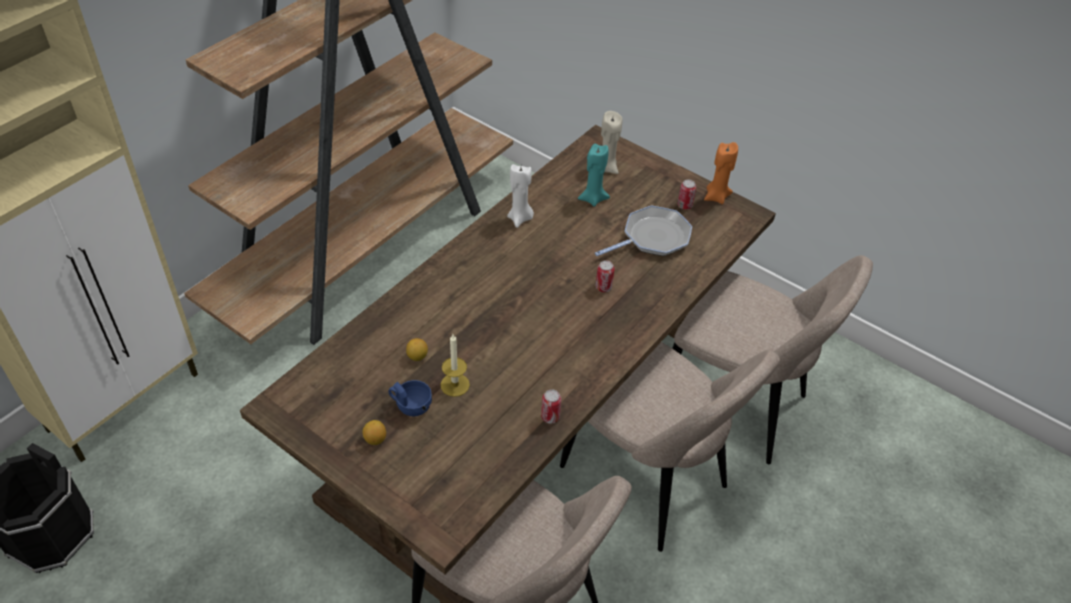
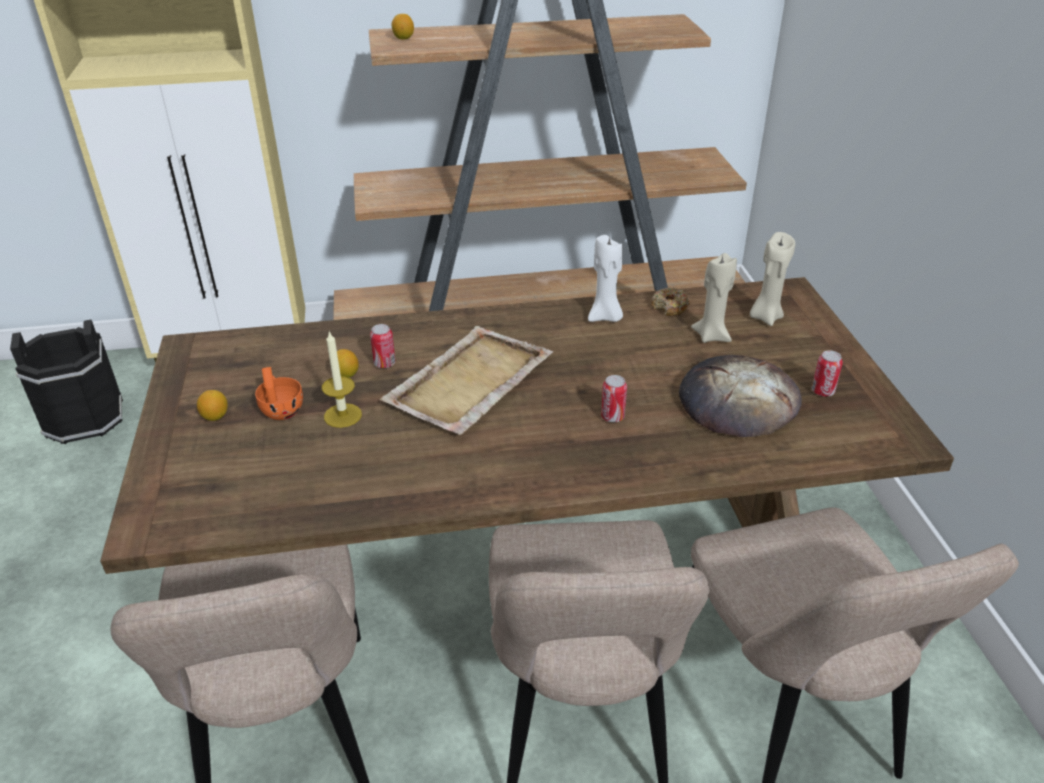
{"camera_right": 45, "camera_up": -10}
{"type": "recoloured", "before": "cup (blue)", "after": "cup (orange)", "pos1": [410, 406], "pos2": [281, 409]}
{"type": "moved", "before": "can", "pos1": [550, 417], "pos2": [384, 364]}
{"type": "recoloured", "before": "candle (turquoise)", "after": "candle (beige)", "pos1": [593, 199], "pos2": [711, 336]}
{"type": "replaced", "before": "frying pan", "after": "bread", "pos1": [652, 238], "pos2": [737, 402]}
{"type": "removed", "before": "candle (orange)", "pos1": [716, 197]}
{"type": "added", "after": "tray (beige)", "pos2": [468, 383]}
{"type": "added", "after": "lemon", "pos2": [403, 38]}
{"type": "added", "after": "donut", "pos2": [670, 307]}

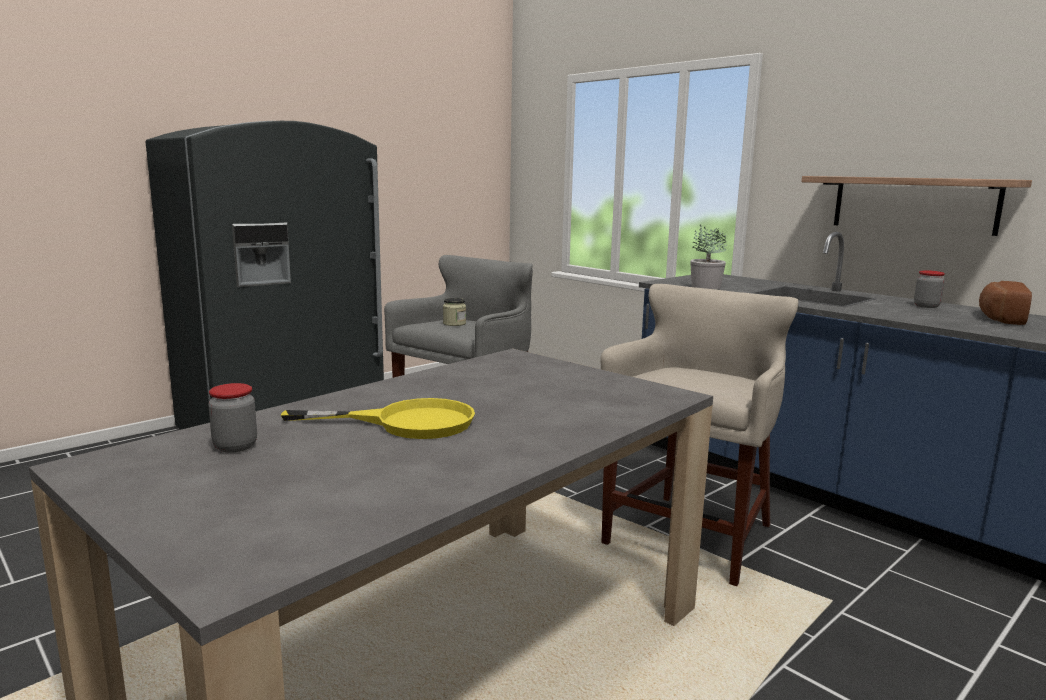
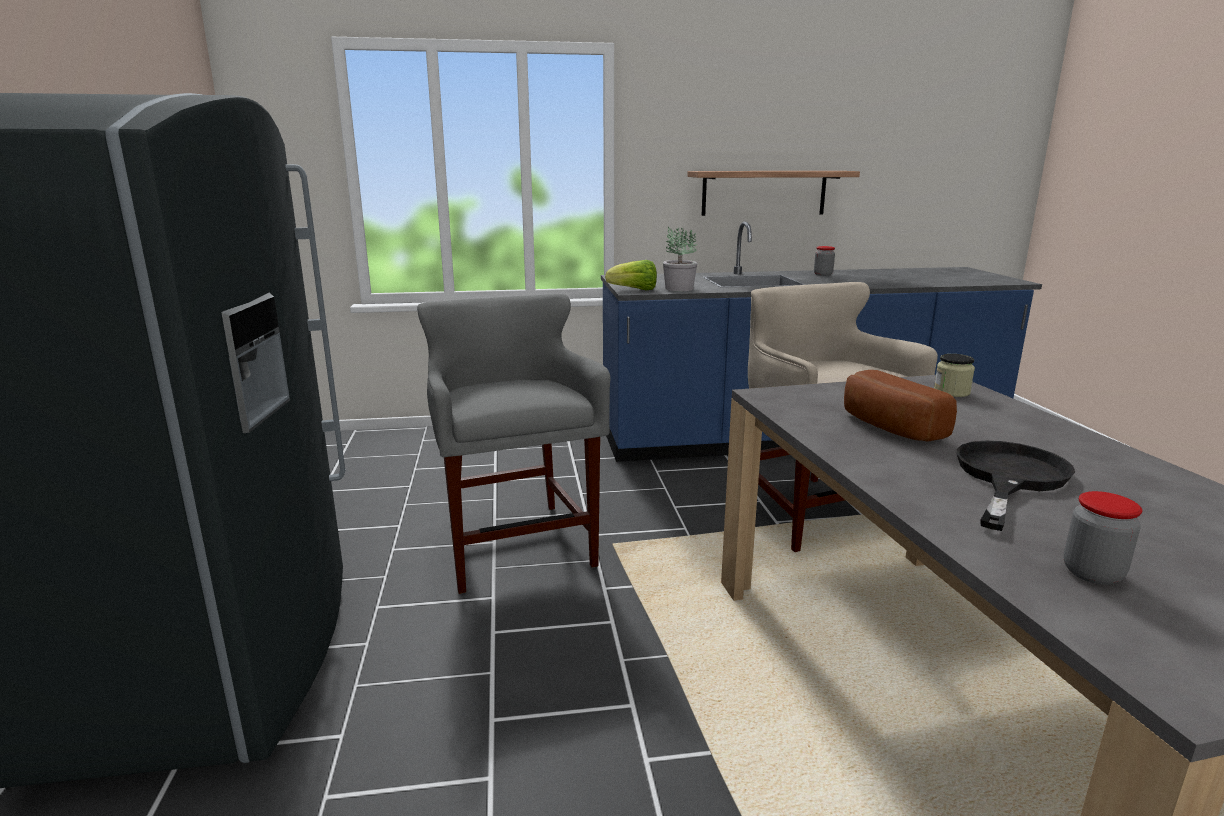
{"camera_right": -55, "camera_up": 5}
{"type": "recoloured", "before": "frying pan (yellow)", "after": "frying pan (black)", "pos1": [406, 422], "pos2": [1008, 478]}
{"type": "moved", "before": "jar", "pos1": [454, 323], "pos2": [951, 392]}
{"type": "moved", "before": "bread", "pos1": [999, 318], "pos2": [887, 427]}
{"type": "added", "after": "lettuce", "pos2": [634, 290]}

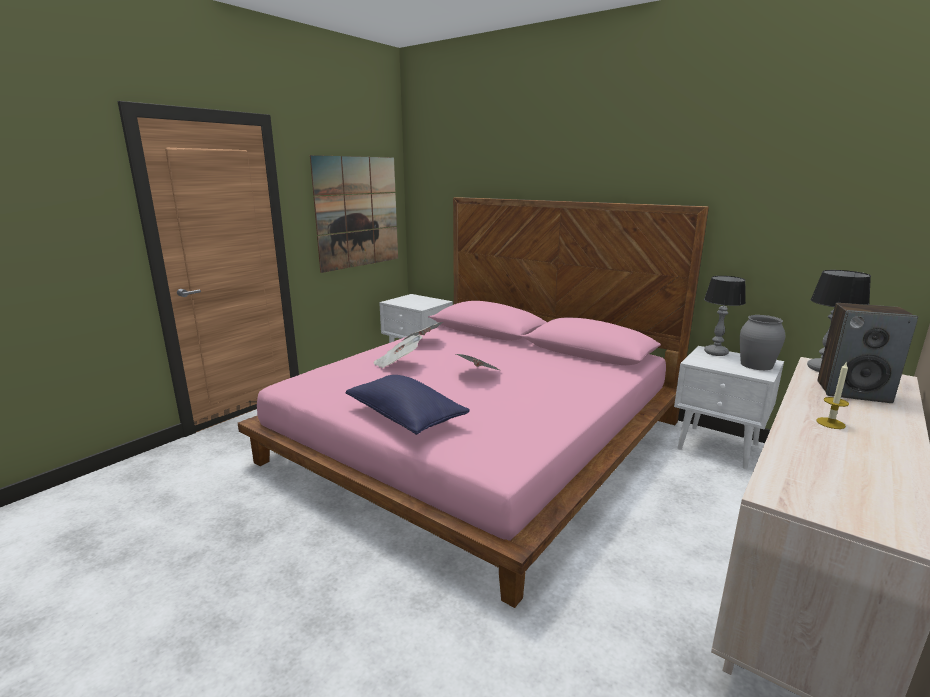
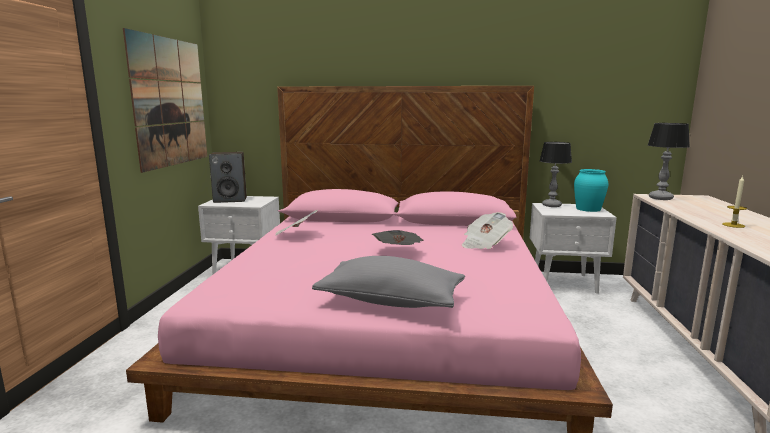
{"camera_right": -30, "camera_up": -5}
{"type": "recoloured", "before": "pillow (blue)", "after": "pillow (grey)", "pos1": [405, 417], "pos2": [390, 301]}
{"type": "moved", "before": "newspaper", "pos1": [397, 364], "pos2": [484, 244]}
{"type": "recoloured", "before": "vase (grey)", "after": "vase (turquoise)", "pos1": [756, 365], "pos2": [588, 209]}
{"type": "moved", "before": "speaker", "pos1": [853, 392], "pos2": [230, 200]}

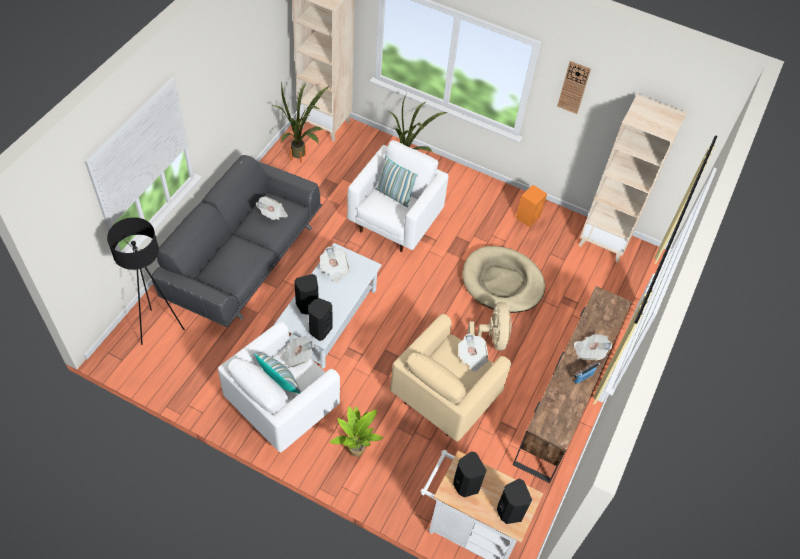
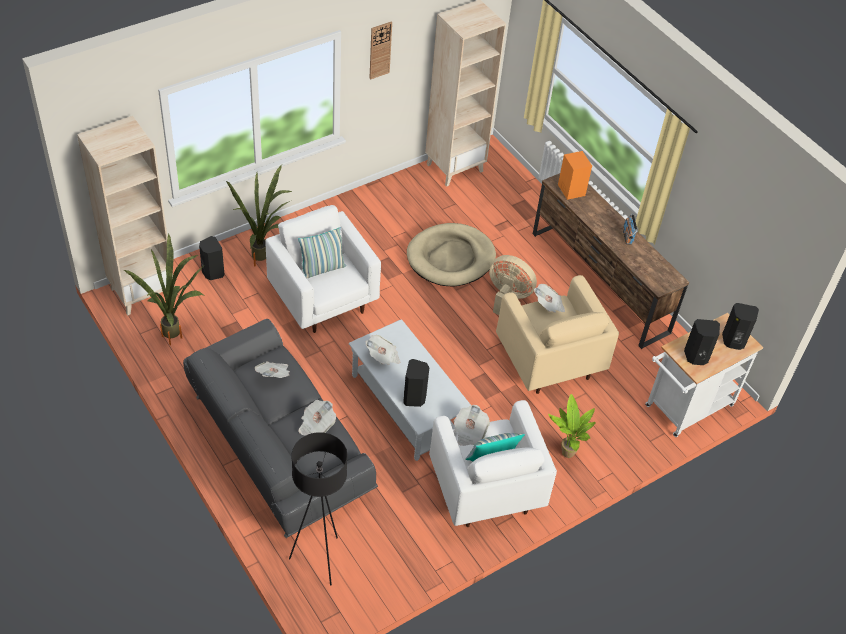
{"camera_right": -60, "camera_up": -5}
{"type": "moved", "before": "speaker (black)", "pos1": [320, 330], "pos2": [212, 273]}
{"type": "moved", "before": "speaker (orange)", "pos1": [528, 216], "pos2": [571, 189]}
{"type": "moved", "before": "newspaper", "pos1": [589, 351], "pos2": [316, 425]}

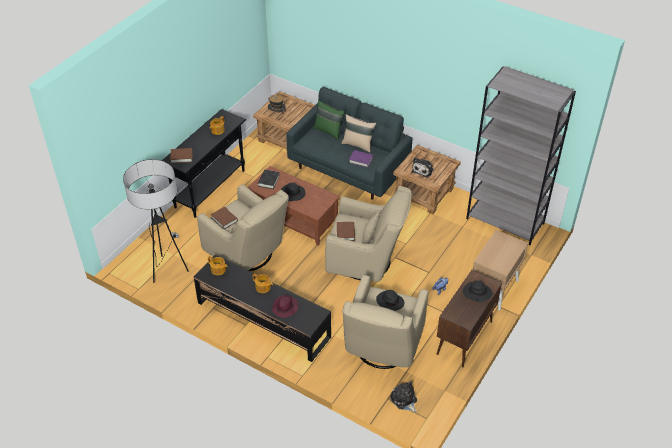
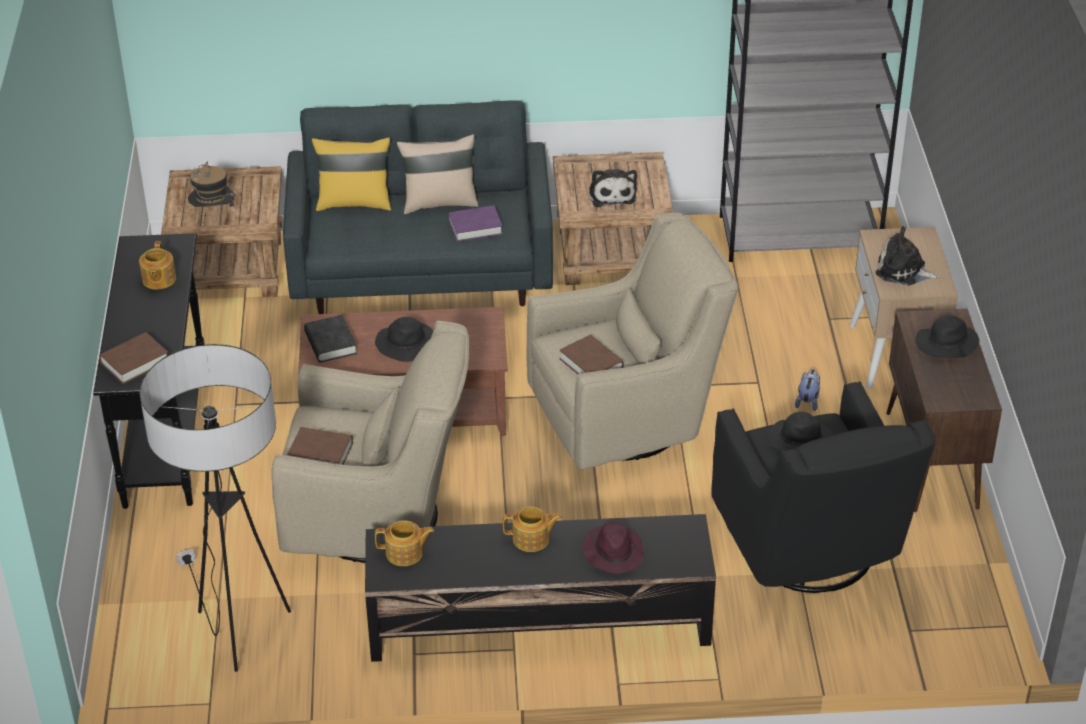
{"camera_right": -35, "camera_up": -5}
{"type": "recoloured", "before": "pillow (green)", "after": "pillow (yellow)", "pos1": [328, 131], "pos2": [354, 202]}
{"type": "recoloured", "before": "armchair (beige)", "after": "armchair (black)", "pos1": [382, 348], "pos2": [811, 551]}
{"type": "moved", "before": "plush toy", "pos1": [404, 400], "pos2": [903, 271]}

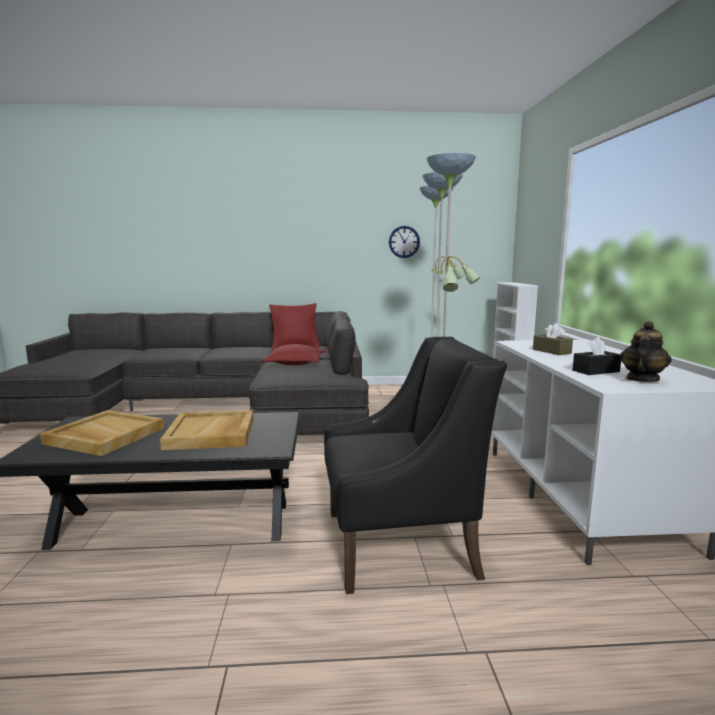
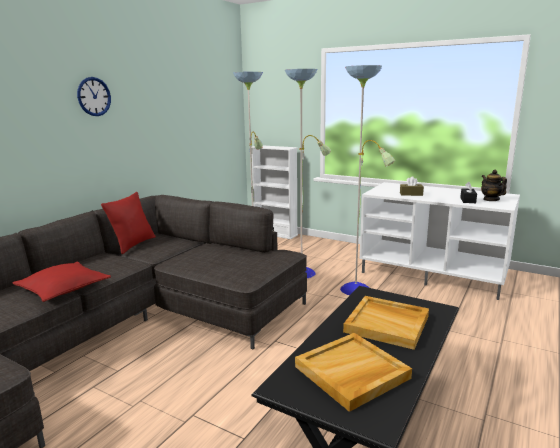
{"camera_right": -55, "camera_up": 5}
{"type": "moved", "before": "pillow (red)", "pos1": [295, 363], "pos2": [64, 289]}
{"type": "removed", "before": "armchair (black)", "pos1": [401, 543]}
{"type": "moved", "before": "wall clock", "pos1": [404, 242], "pos2": [94, 96]}

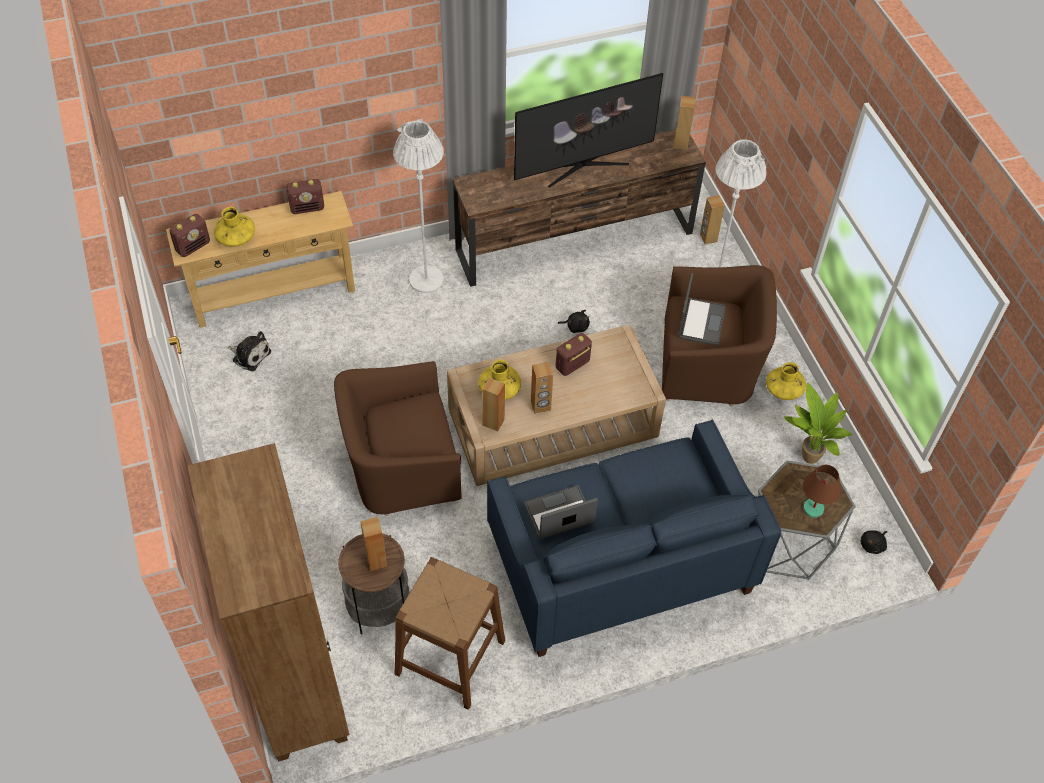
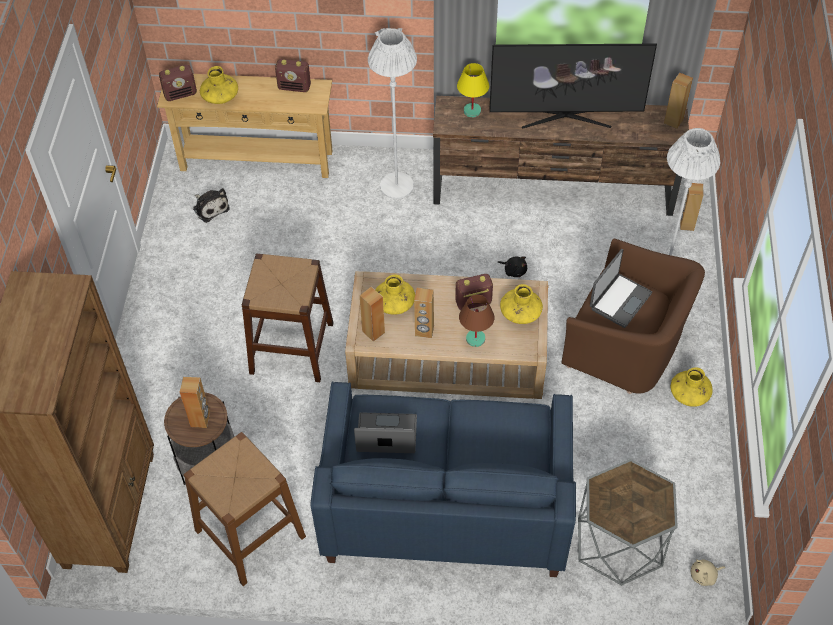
{"camera_right": 25, "camera_up": 0}
{"type": "replaced", "before": "armchair (brown)", "after": "stool (brown)", "pos1": [401, 466], "pos2": [291, 347]}
{"type": "removed", "before": "potted plant", "pos1": [807, 458]}
{"type": "moved", "before": "table lamp (brown)", "pos1": [813, 509], "pos2": [475, 339]}
{"type": "recoloured", "before": "plush toy (black)", "after": "plush toy (beige)", "pos1": [873, 545], "pos2": [704, 576]}
{"type": "added", "after": "table lamp (yellow)", "pos2": [472, 111]}
{"type": "added", "after": "vase (yellow)", "pos2": [520, 313]}

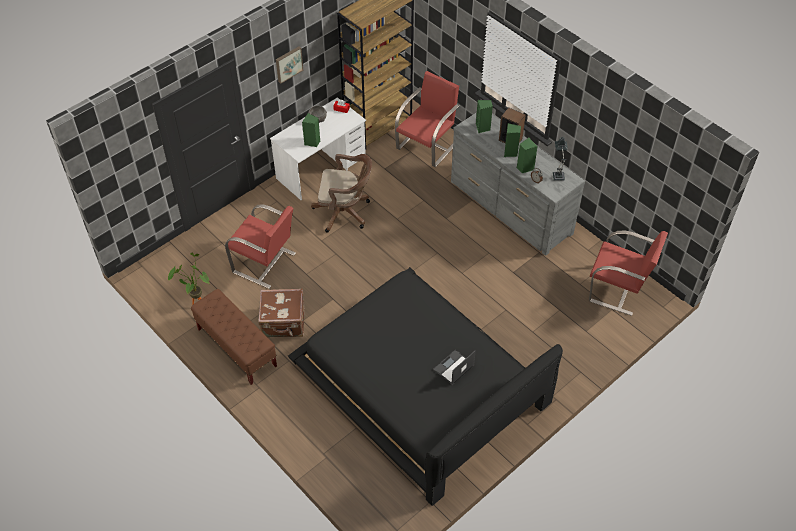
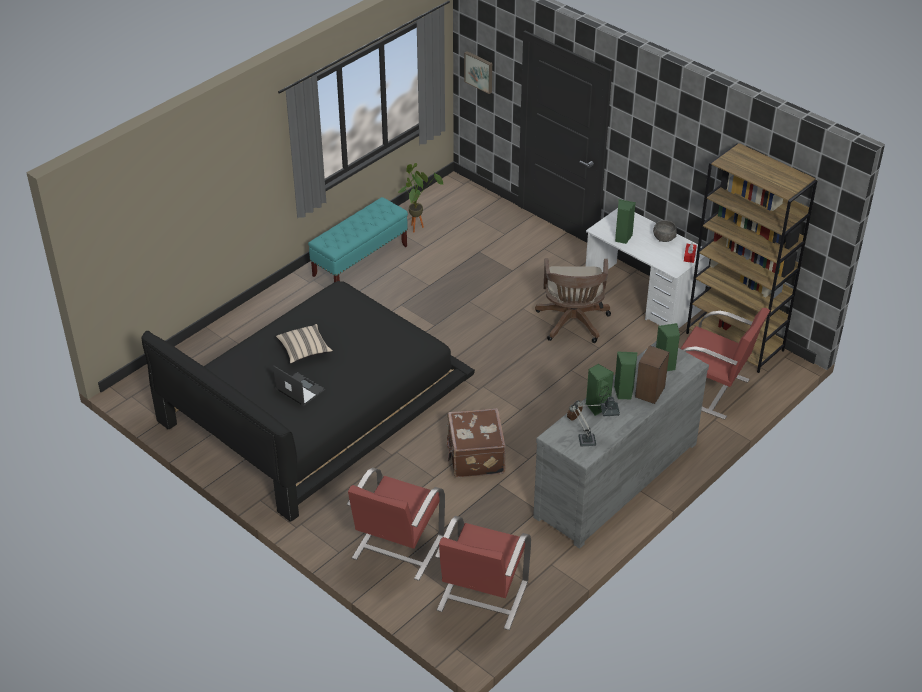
{"camera_right": 85, "camera_up": -10}
{"type": "recoloured", "before": "bench (brown)", "after": "bench (turquoise)", "pos1": [236, 347], "pos2": [360, 261]}
{"type": "moved", "before": "armchair (red)", "pos1": [265, 263], "pos2": [397, 548]}
{"type": "moved", "before": "suitcase (brown)", "pos1": [283, 323], "pos2": [474, 457]}
{"type": "moved", "before": "picture", "pos1": [288, 64], "pos2": [479, 71]}
{"type": "added", "after": "pillow (beige)", "pos2": [304, 350]}

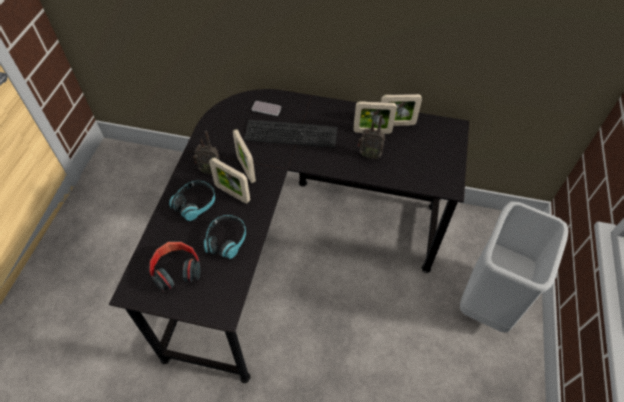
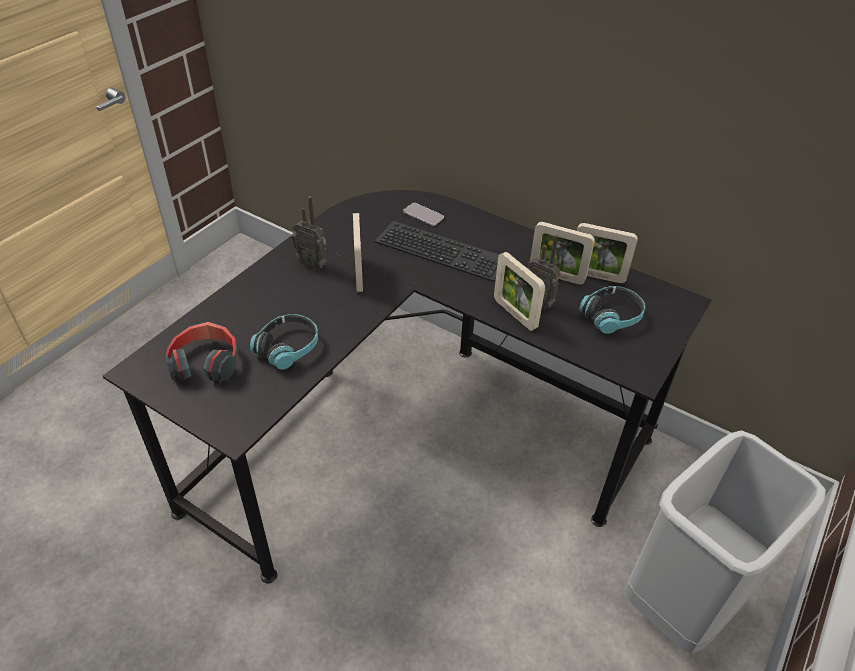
{"camera_right": 20, "camera_up": -10}
{"type": "moved", "before": "headphones", "pos1": [195, 204], "pos2": [611, 316]}
{"type": "moved", "before": "picture frame", "pos1": [232, 193], "pos2": [515, 314]}

